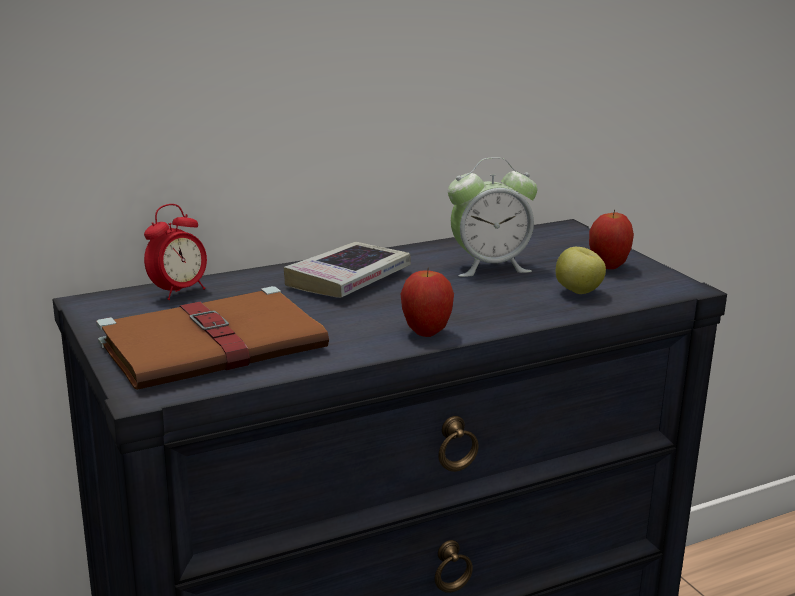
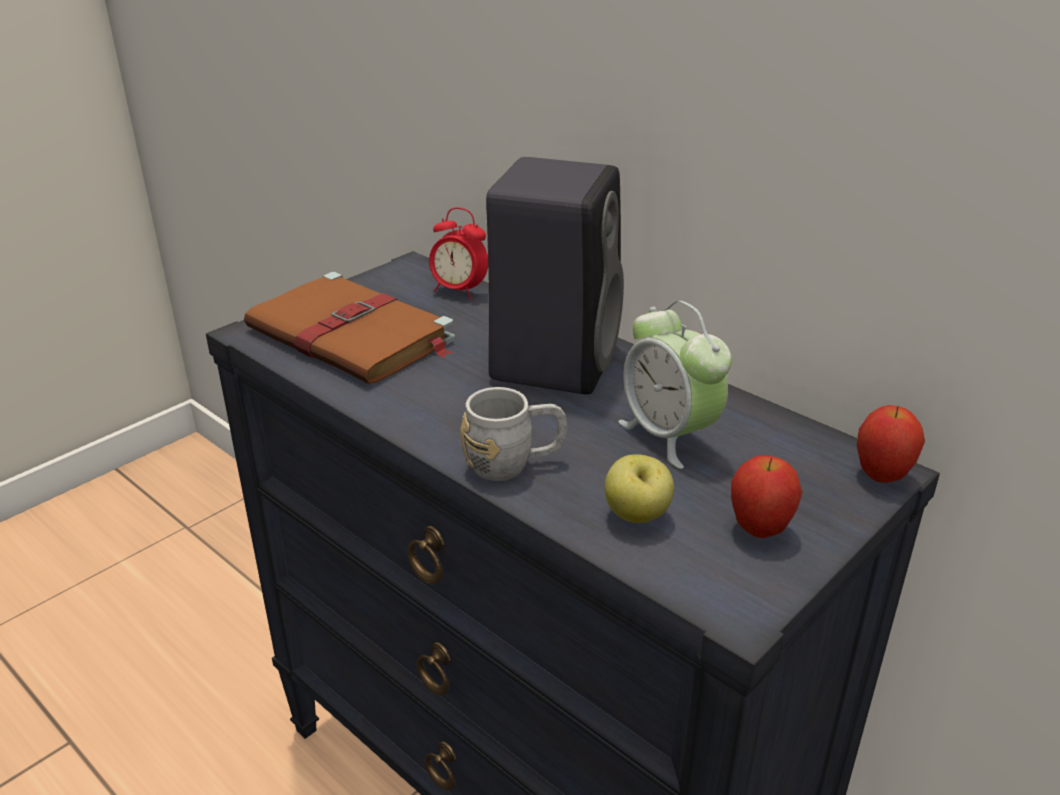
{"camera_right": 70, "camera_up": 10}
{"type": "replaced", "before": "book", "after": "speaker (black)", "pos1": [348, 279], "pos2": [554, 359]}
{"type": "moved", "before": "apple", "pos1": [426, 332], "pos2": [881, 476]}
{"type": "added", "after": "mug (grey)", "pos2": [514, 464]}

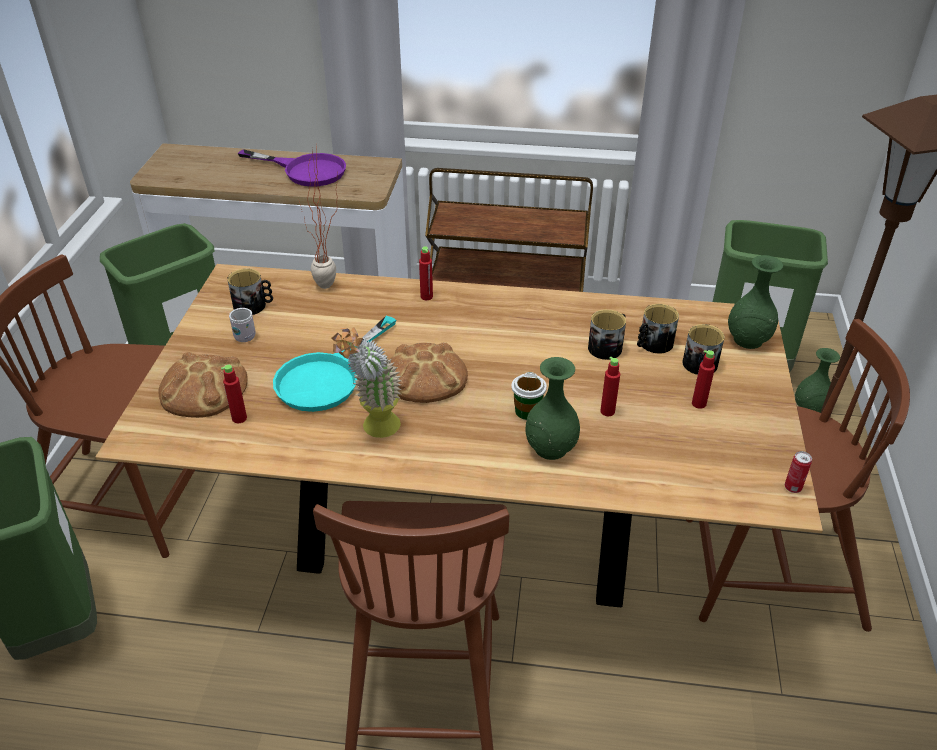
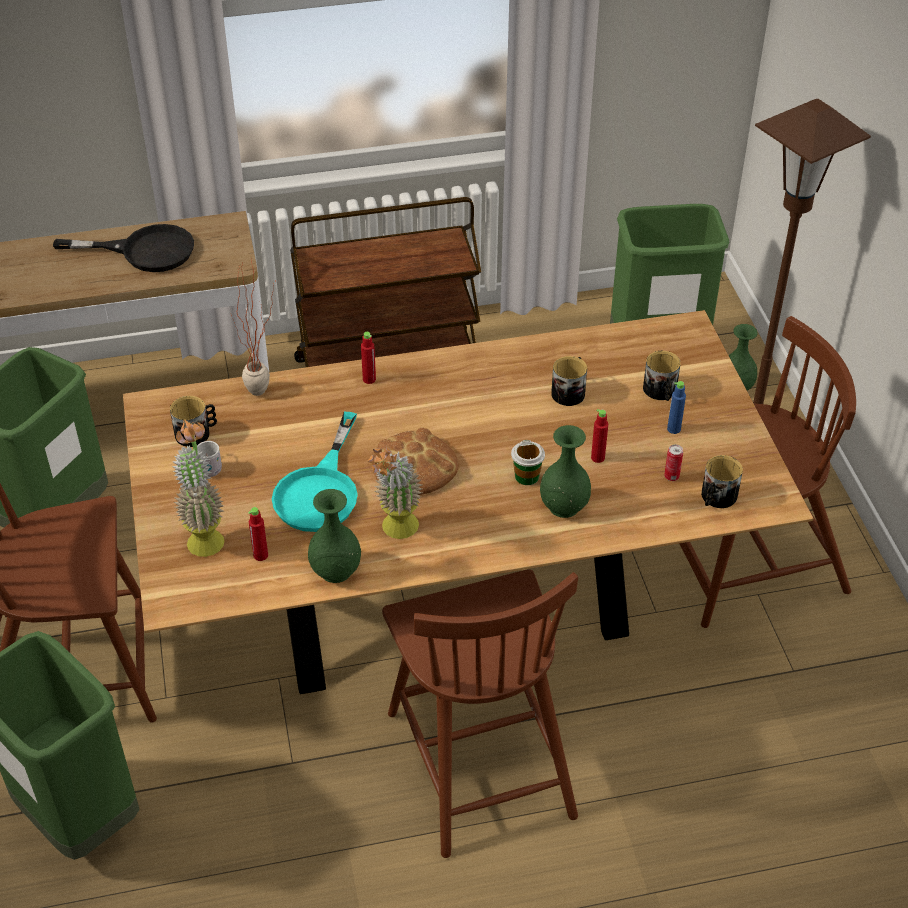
{"camera_right": -20, "camera_up": 5}
{"type": "replaced", "before": "bread", "after": "potted plant", "pos1": [203, 388], "pos2": [205, 535]}
{"type": "recoloured", "before": "frying pan (purple)", "after": "frying pan (black)", "pos1": [305, 170], "pos2": [144, 251]}
{"type": "moved", "before": "mug", "pos1": [652, 344], "pos2": [716, 497]}
{"type": "recoloured", "before": "bottle (red)", "after": "bottle (blue)", "pos1": [699, 403], "pos2": [673, 429]}
{"type": "moved", "before": "vase (green)", "pos1": [747, 340], "pos2": [336, 571]}
{"type": "moved", "before": "can", "pos1": [792, 487], "pos2": [671, 476]}

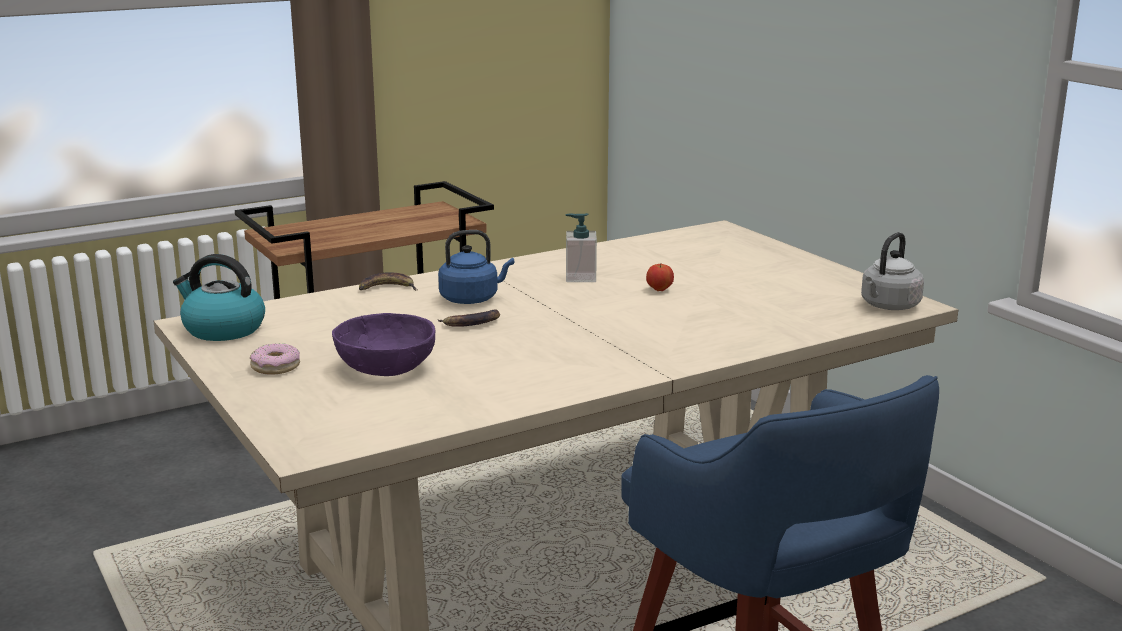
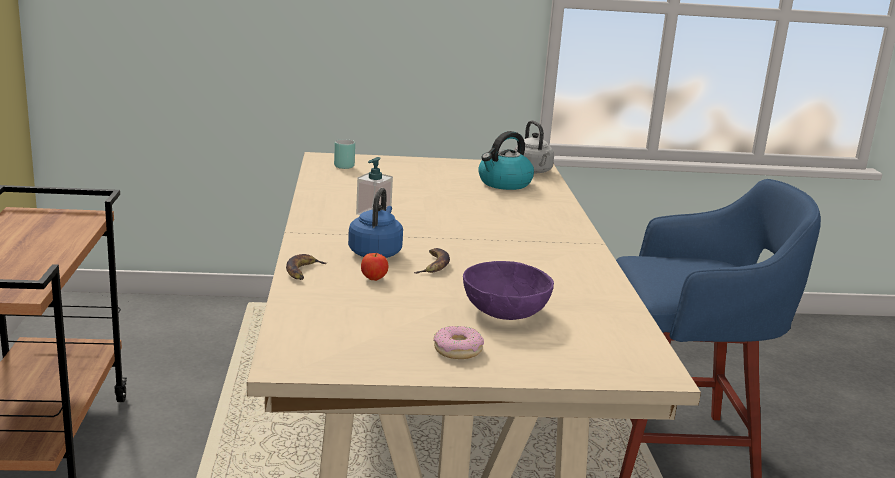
{"camera_right": -65, "camera_up": 0}
{"type": "moved", "before": "kettle", "pos1": [222, 329], "pos2": [504, 183]}
{"type": "moved", "before": "apple", "pos1": [659, 290], "pos2": [374, 279]}
{"type": "added", "after": "mug (turquoise)", "pos2": [342, 165]}

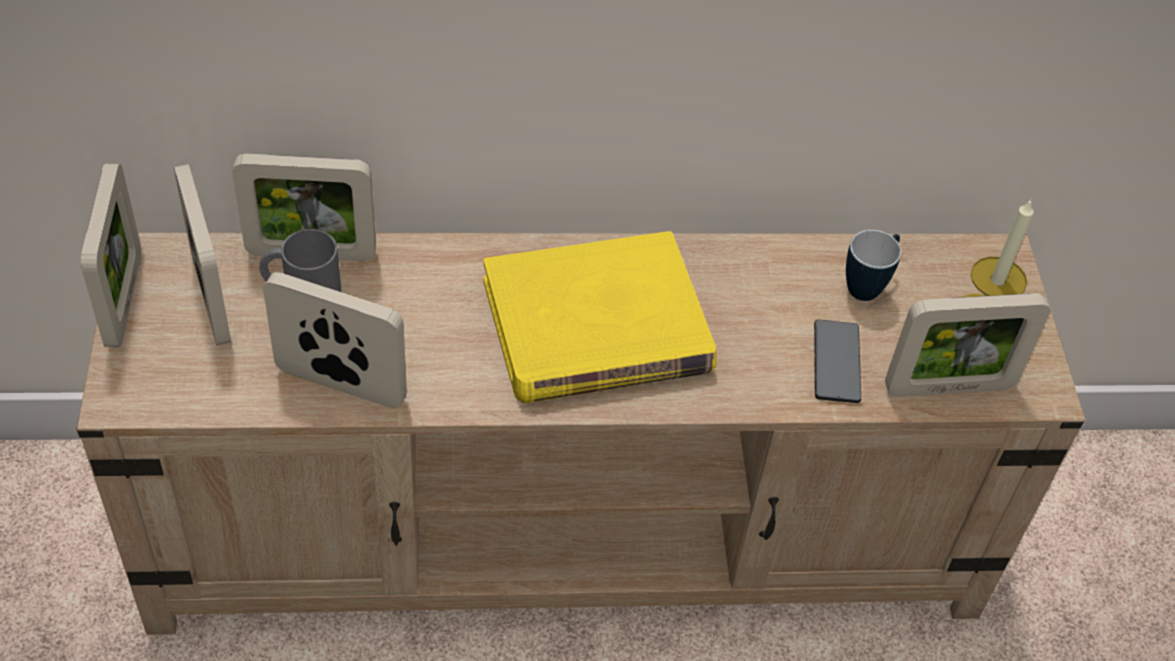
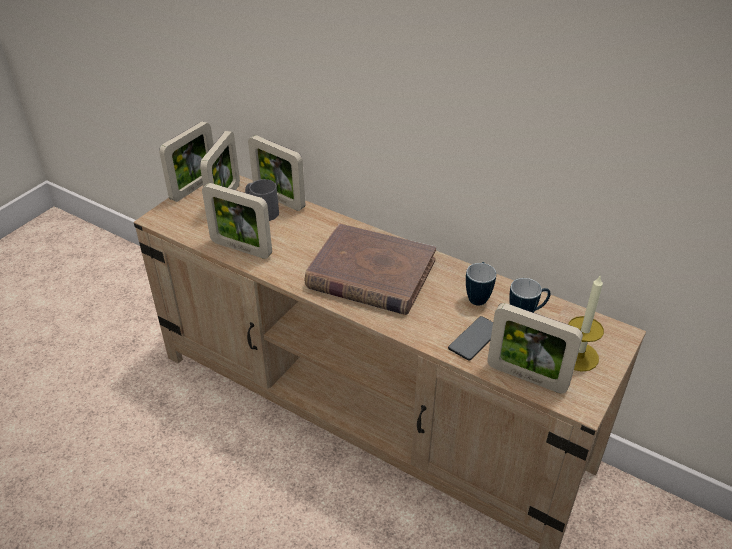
{"camera_right": 40, "camera_up": -10}
{"type": "turned", "before": "picture frame", "pos1": [341, 384], "pos2": [241, 248], "turn": 150}
{"type": "recoloured", "before": "book (yellow)", "after": "book (brown)", "pos1": [596, 327], "pos2": [370, 274]}
{"type": "added", "after": "mug", "pos2": [478, 296]}

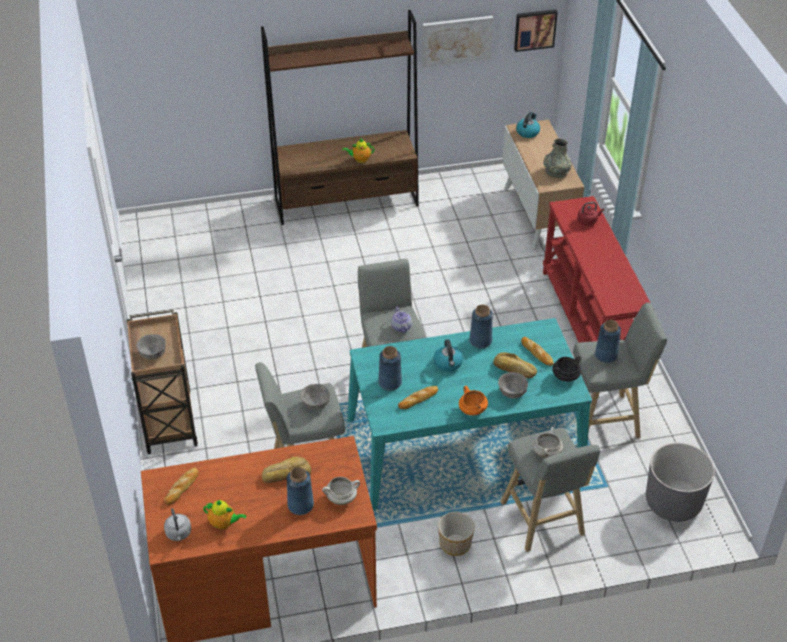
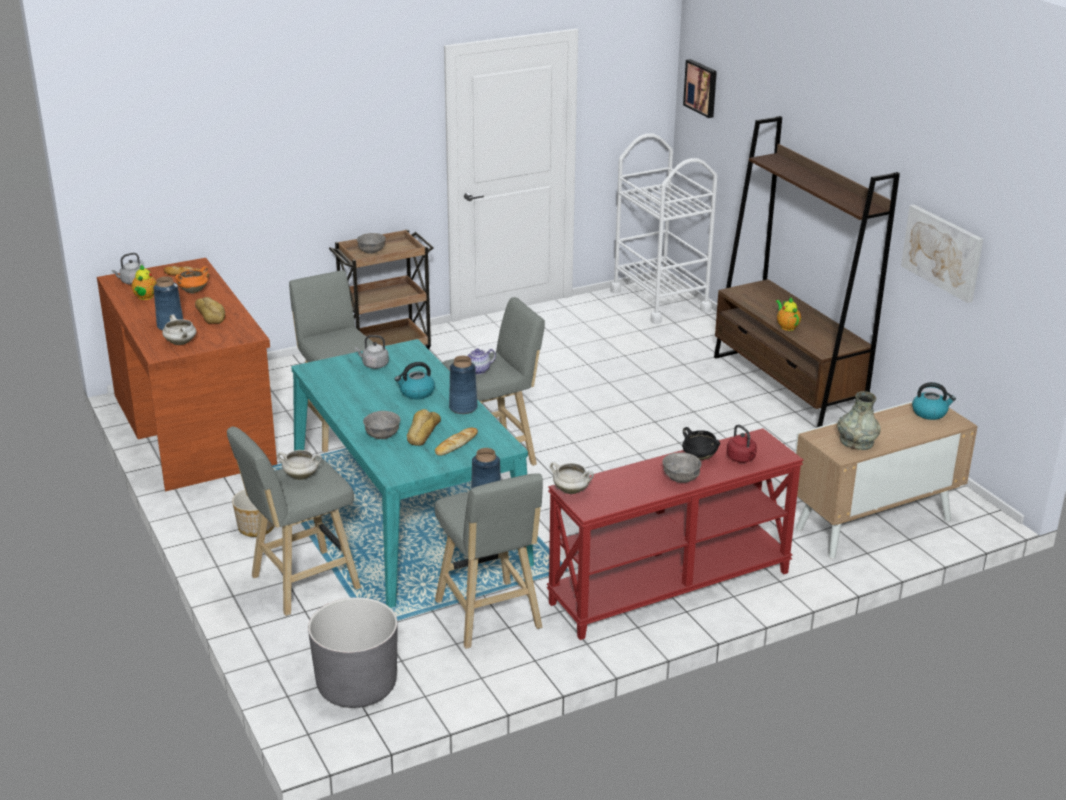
{"camera_right": 75, "camera_up": -15}
{"type": "moved", "before": "bowl (grey)", "pos1": [315, 403], "pos2": [681, 478]}
{"type": "replaced", "before": "vase (blue)", "after": "kettle (grey)", "pos1": [390, 382], "pos2": [374, 365]}
{"type": "removed", "before": "bread", "pos1": [418, 399]}
{"type": "moved", "before": "cooking pot (orange)", "pos1": [472, 410], "pos2": [193, 291]}
{"type": "moved", "before": "picture", "pos1": [534, 29], "pos2": [702, 88]}
{"type": "moved", "before": "cooking pot (black)", "pos1": [565, 377], "pos2": [698, 457]}
{"type": "added", "after": "cooking pot (white)", "pos2": [571, 490]}
{"type": "added", "after": "cart (white)", "pos2": [660, 301]}

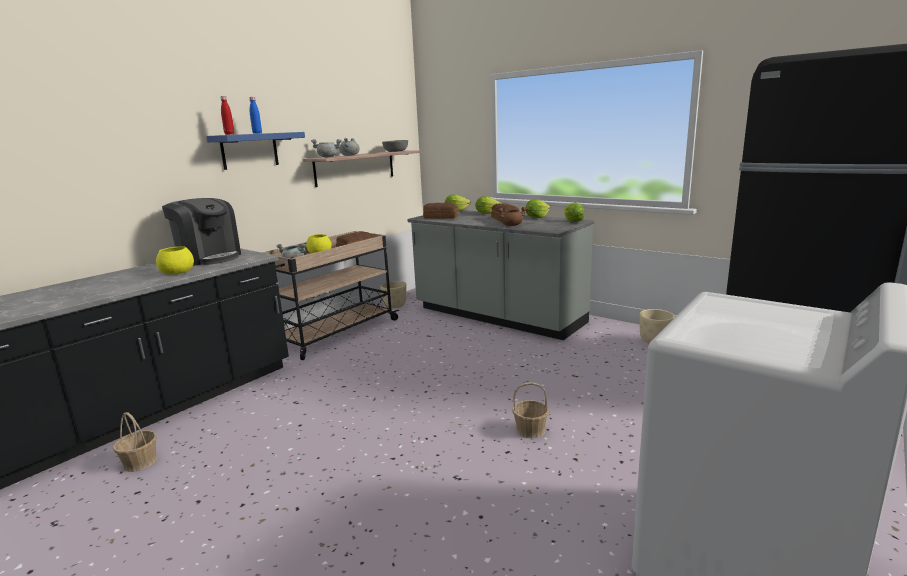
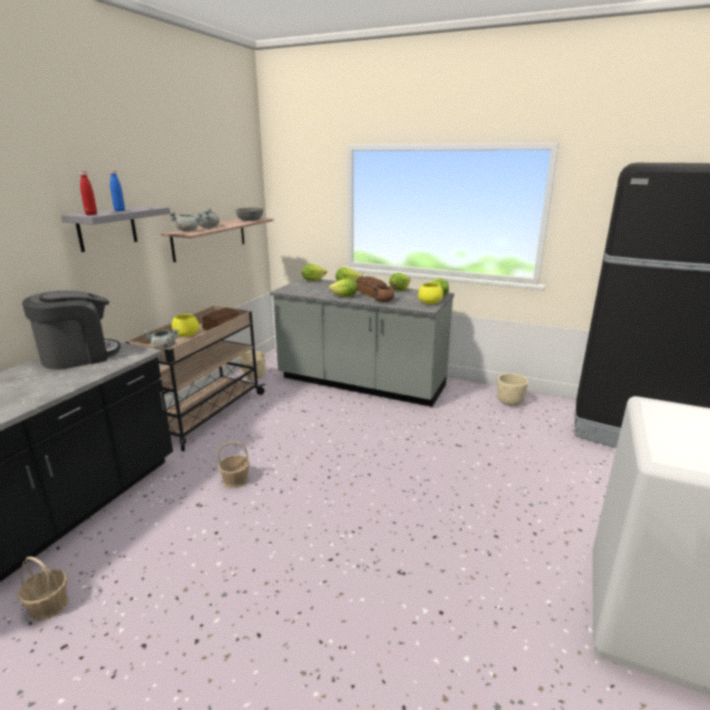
{"camera_right": -15, "camera_up": 5}
{"type": "moved", "before": "bowl (yellow)", "pos1": [178, 272], "pos2": [430, 302]}
{"type": "turned", "before": "coffee machine", "pos1": [208, 258], "pos2": [79, 356], "turn": -60}
{"type": "recoloured", "before": "shelf (blue)", "after": "shelf (grey)", "pos1": [249, 150], "pos2": [107, 228]}
{"type": "removed", "before": "bread", "pos1": [440, 217]}
{"type": "moved", "before": "basket", "pos1": [530, 430], "pos2": [236, 480]}
{"type": "added", "after": "lettuce", "pos2": [344, 296]}

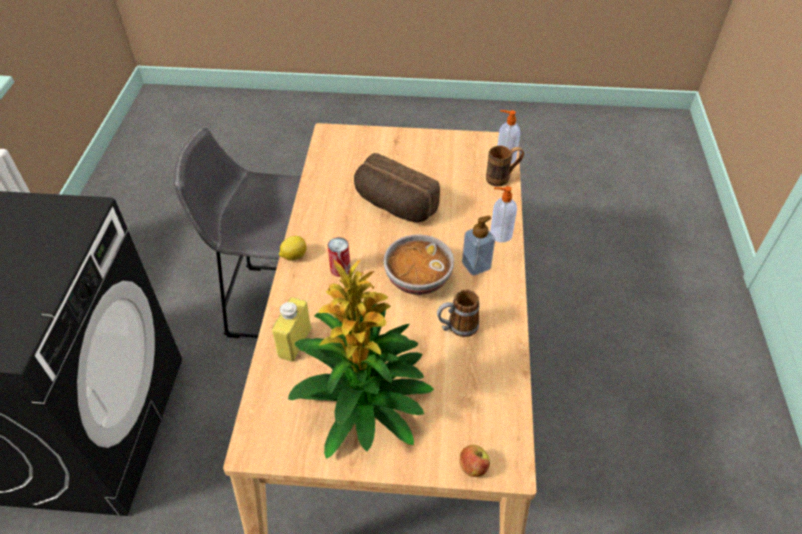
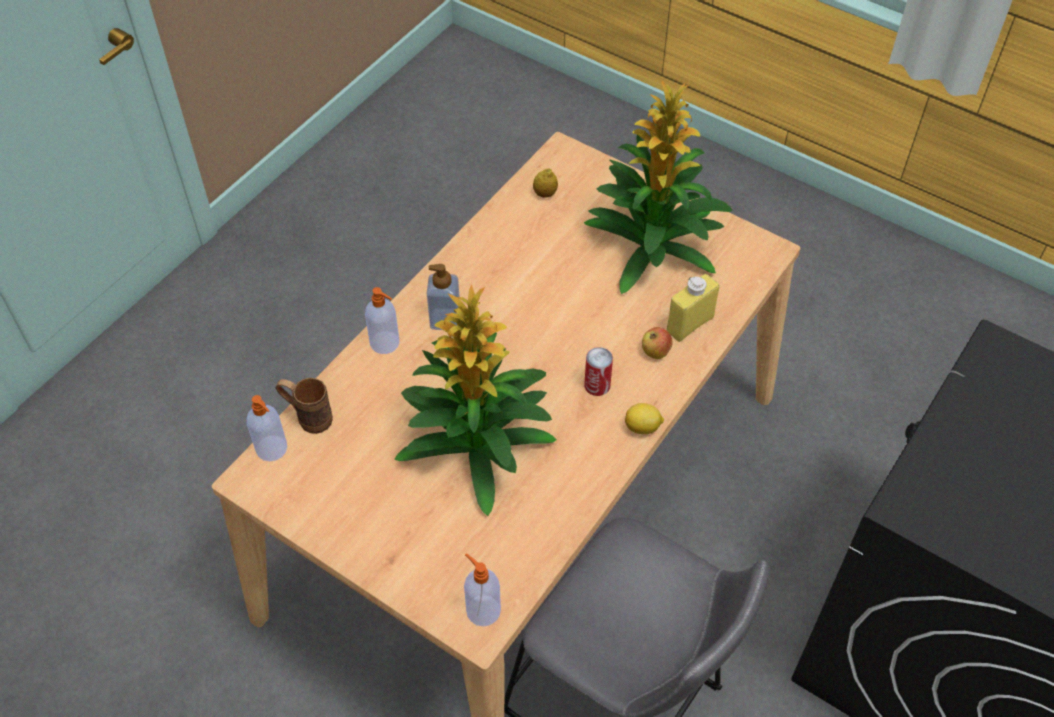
{"camera_right": -150, "camera_up": 5}
{"type": "replaced", "before": "bread", "after": "potted plant", "pos1": [394, 206], "pos2": [477, 442]}
{"type": "removed", "before": "bowl", "pos1": [417, 279]}
{"type": "removed", "before": "mug", "pos1": [457, 327]}
{"type": "moved", "before": "apple", "pos1": [473, 467], "pos2": [655, 351]}
{"type": "added", "after": "soap dispenser", "pos2": [482, 610]}
{"type": "added", "after": "lemon", "pos2": [545, 194]}

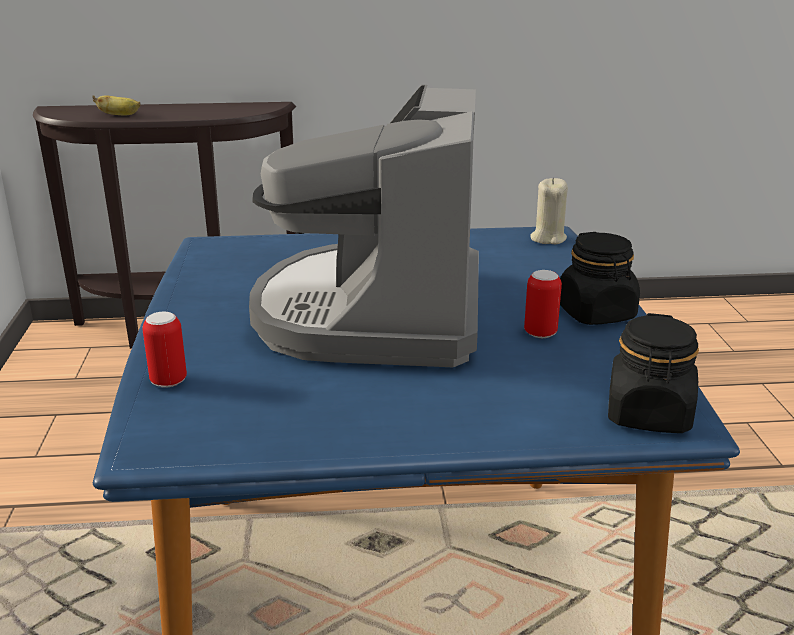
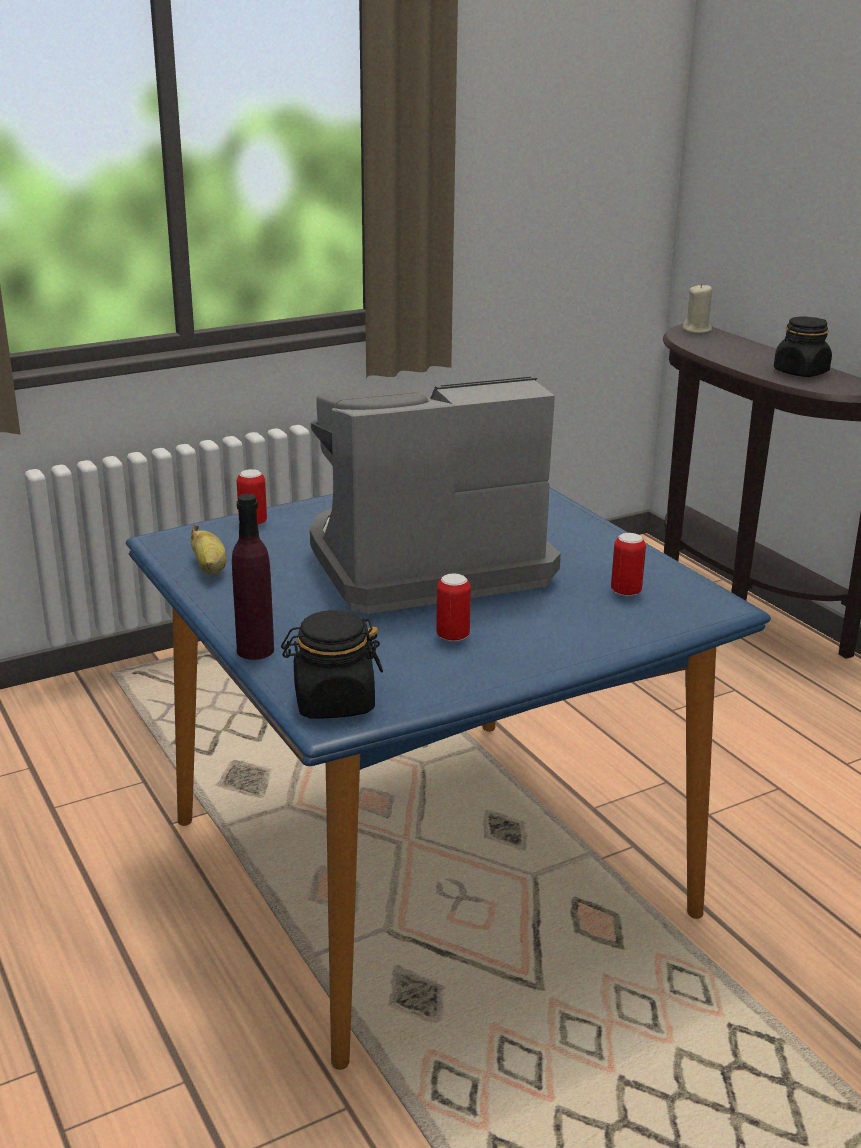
{"camera_right": 65, "camera_up": 0}
{"type": "moved", "before": "banana", "pos1": [120, 115], "pos2": [210, 568]}
{"type": "moved", "before": "candle (beige)", "pos1": [548, 238], "pos2": [697, 330]}
{"type": "moved", "before": "jar (black)", "pos1": [596, 313], "pos2": [800, 372]}
{"type": "added", "after": "bottle (purple)", "pos2": [255, 650]}
{"type": "added", "after": "can", "pos2": [626, 592]}

